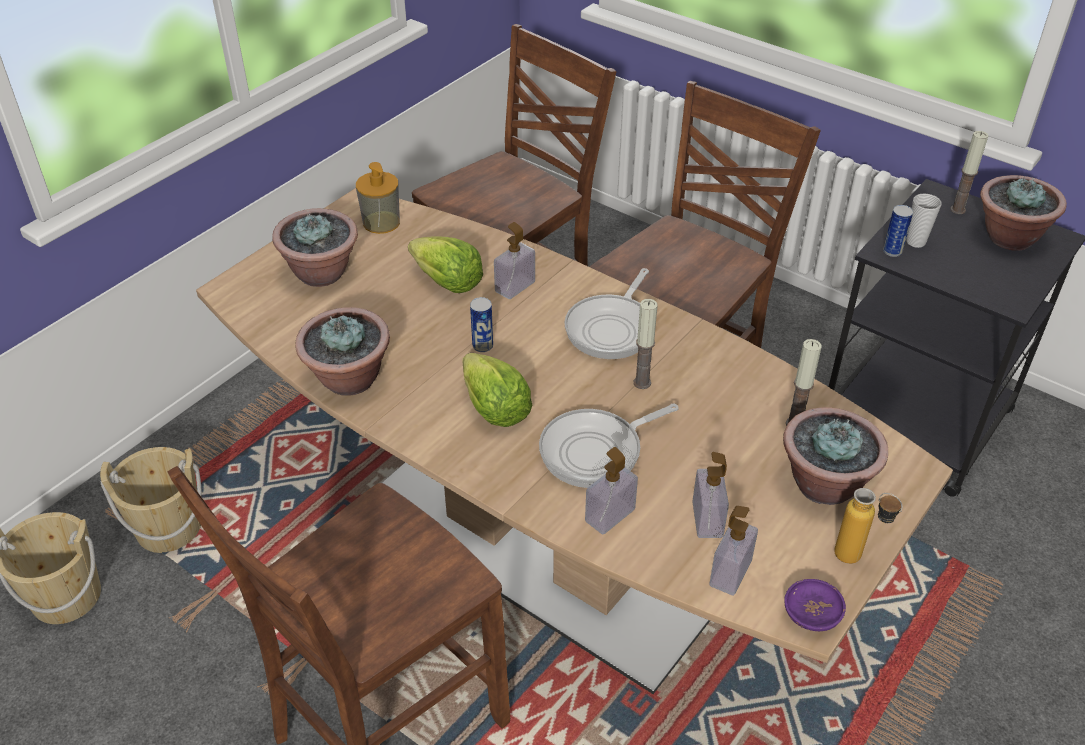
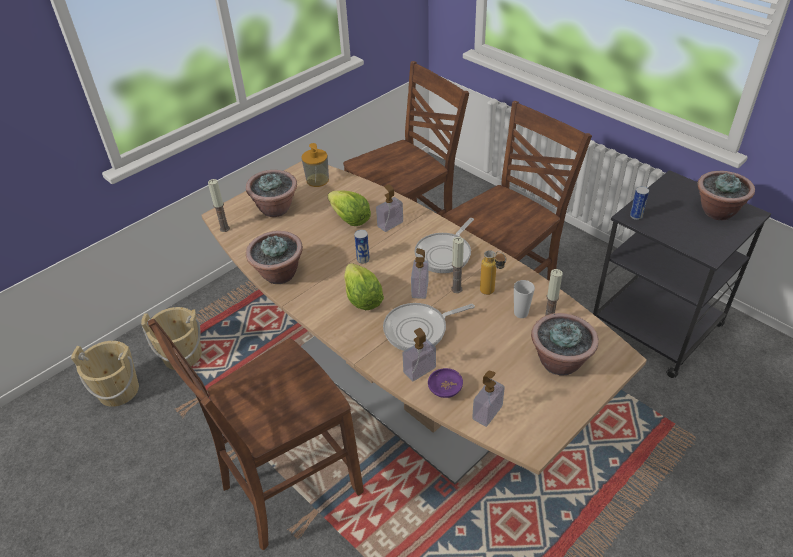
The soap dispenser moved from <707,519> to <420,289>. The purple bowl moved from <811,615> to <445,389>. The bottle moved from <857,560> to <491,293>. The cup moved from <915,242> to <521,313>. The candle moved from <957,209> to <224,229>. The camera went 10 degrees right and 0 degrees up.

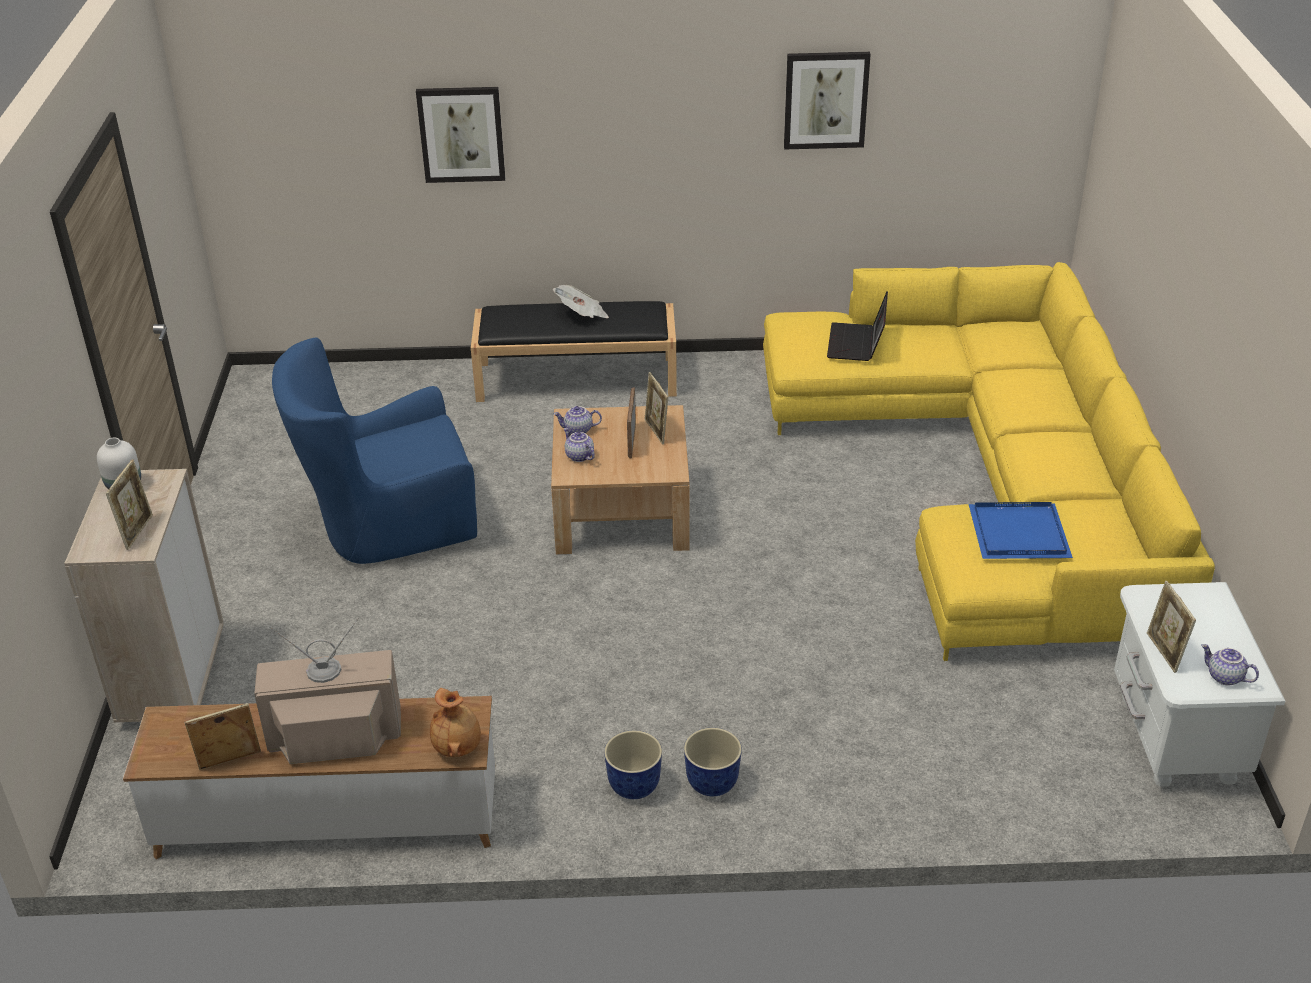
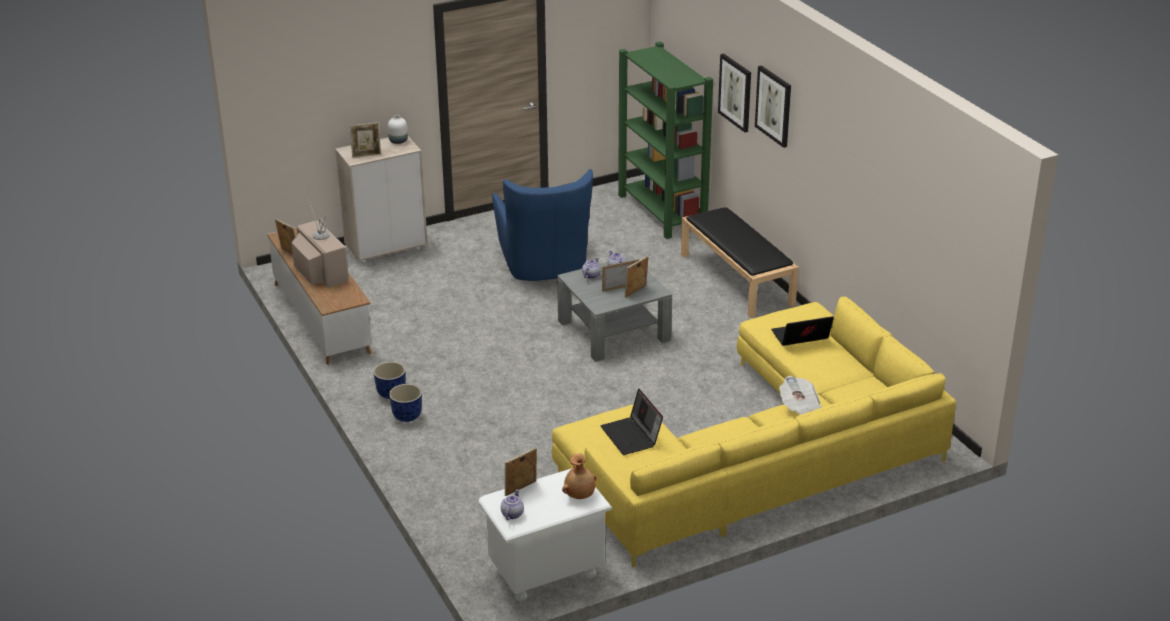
The green bookcase at <662,212> appeared. The brown vase moved from <458,747> to <580,495>. The newspaper moved from <582,315> to <799,408>. The picture moved from <825,100> to <774,106>. The blue tray at <1020,532> was replaced by the laptop at <632,436>. The brown coffee table at <621,511> became the grey coffee table at <613,330>. The blue armchair at <389,524> turned 150 degrees counterclockwise. The camera went 65 degrees right and 5 degrees down.

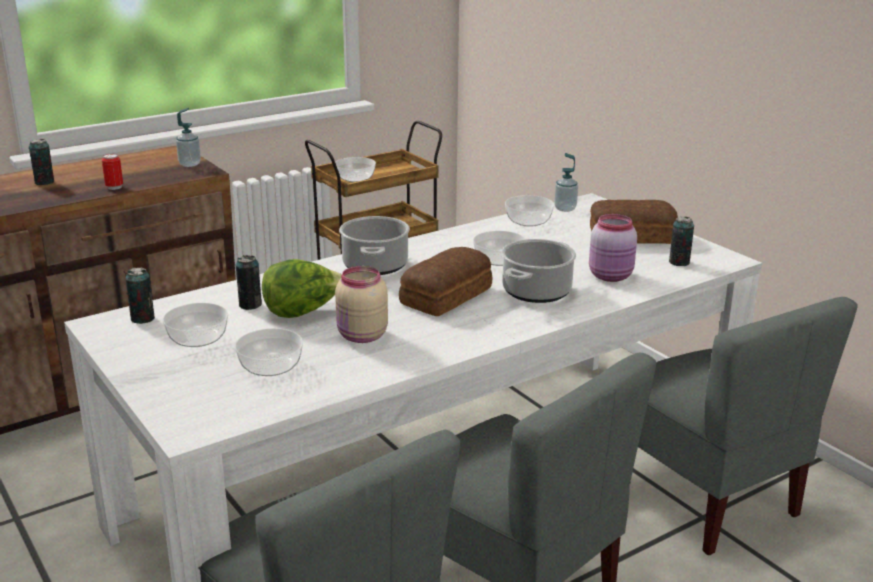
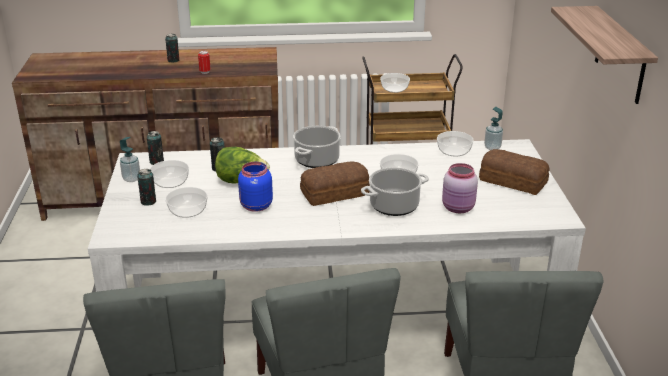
The shelf at <620,55> appeared. The soap dispenser moved from <189,164> to <131,179>. The can moved from <679,262> to <148,202>. The beige jar at <361,336> became the blue jar at <255,206>. The camera went 30 degrees right and 5 degrees up.

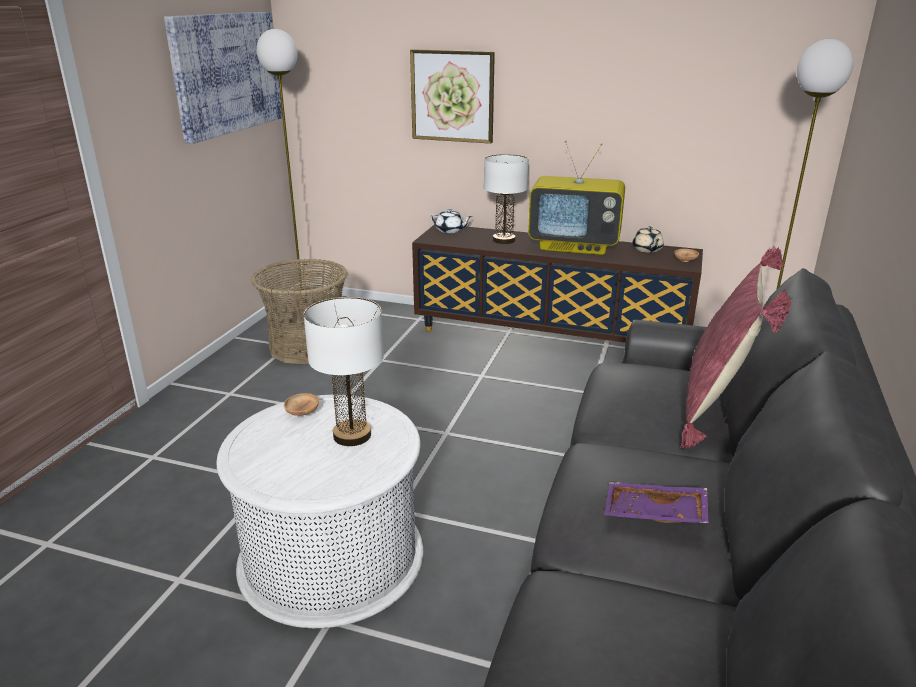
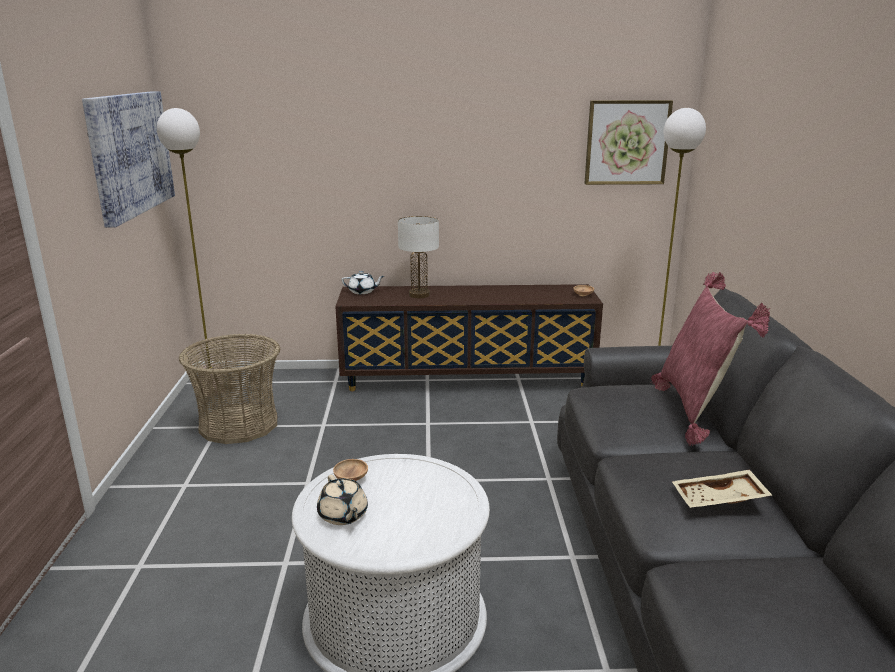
The table lamp at <352,435> disappeared. The television at <575,246> disappeared. The picture moved from <452,96> to <627,142>. The beige teapot moved from <647,250> to <343,515>. The purple tray at <654,515> became the beige tray at <719,500>. The camera went 20 degrees left and 5 degrees down.

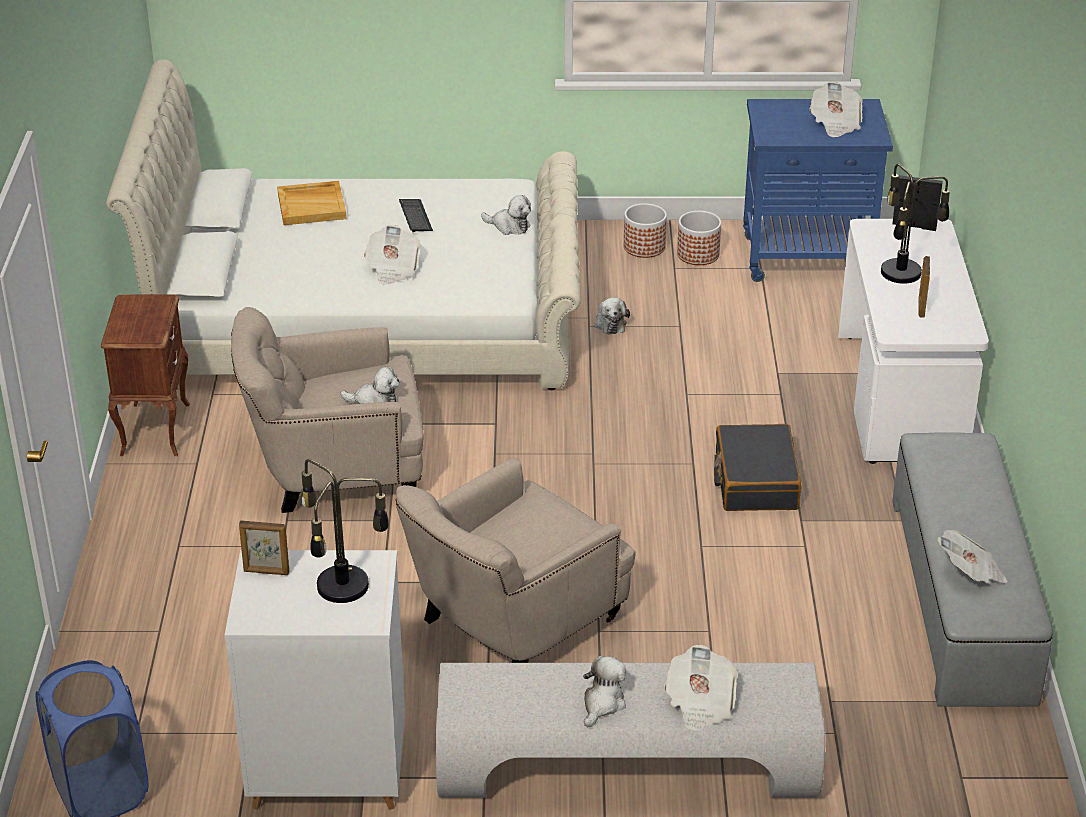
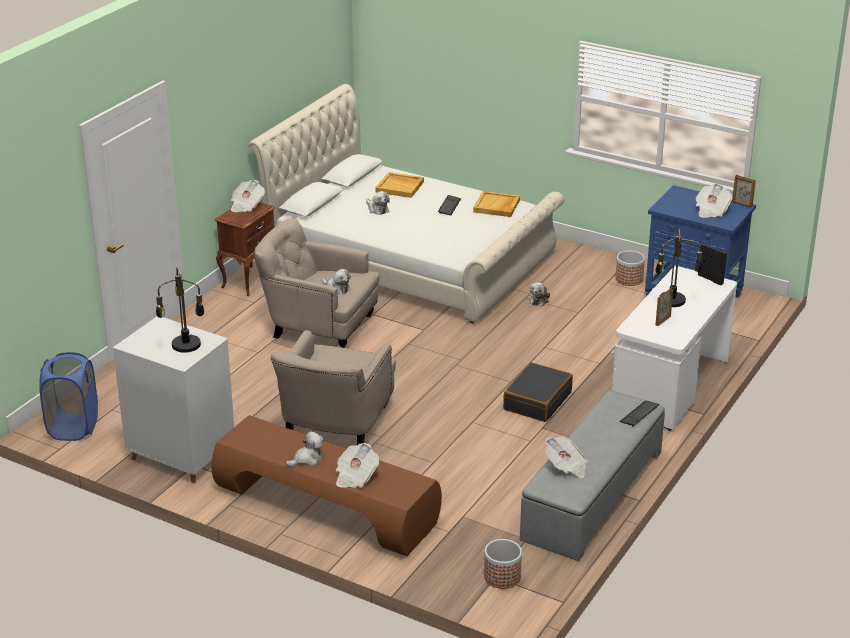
The beige tray at <497,206> appeared. The keyboard at <639,414> appeared. The picture frame moved from <266,572> to <742,204>. The newspaper moved from <392,269> to <246,205>. The plush toy moved from <509,226> to <377,209>. The planter moved from <644,247> to <502,576>. The grey bench at <626,763> became the brown bench at <325,505>. The beige armchair at <513,624> turned 60 degrees counterclockwise. The camera went 30 degrees right and 5 degrees down.

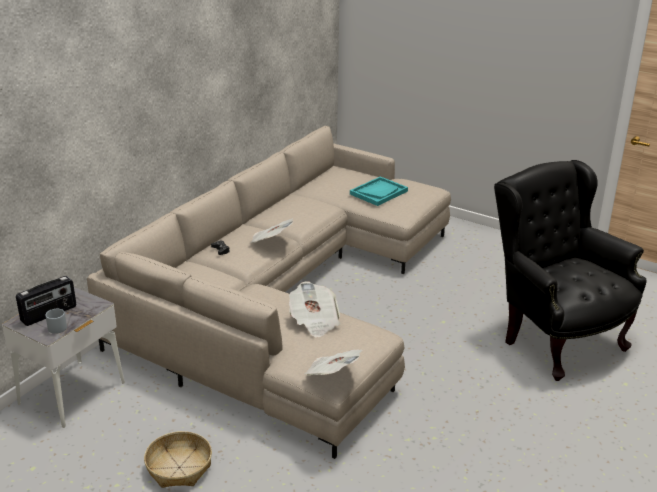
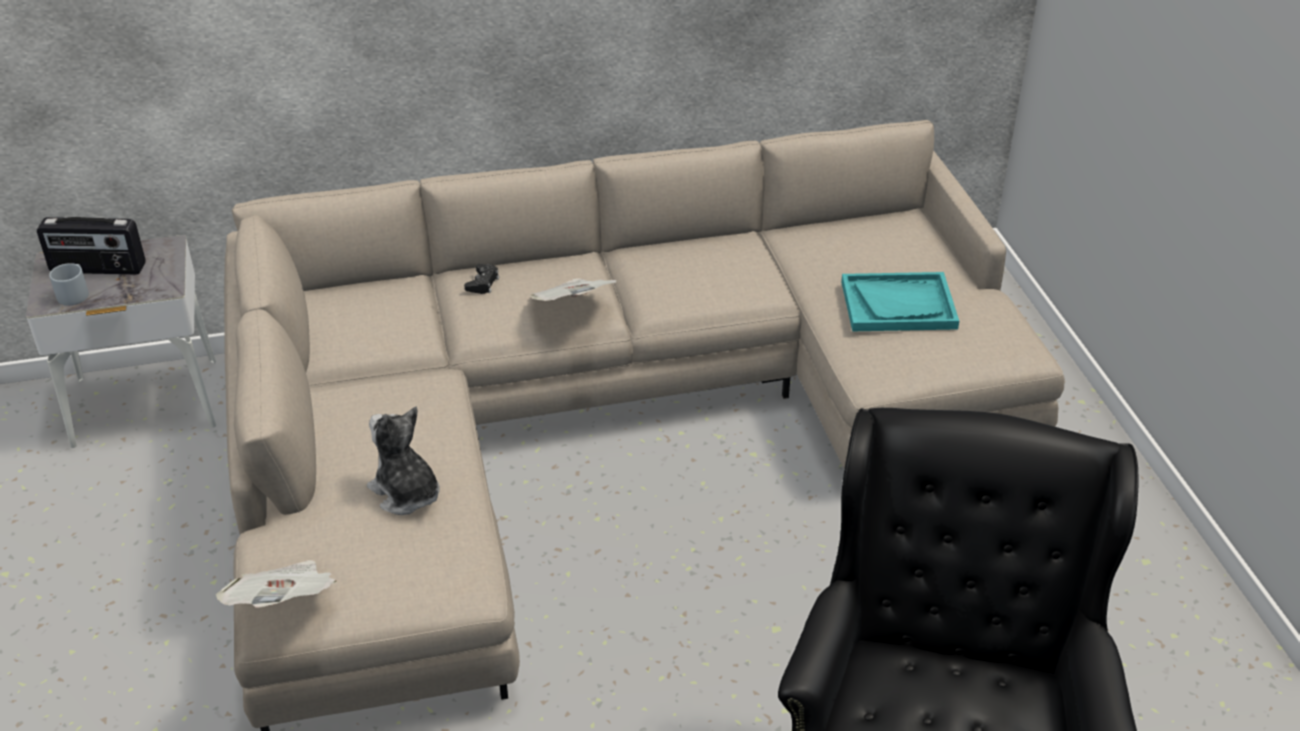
The basket at <179,467> disappeared. The newspaper at <314,321> was replaced by the plush toy at <406,493>. The camera went 45 degrees right and 10 degrees up.

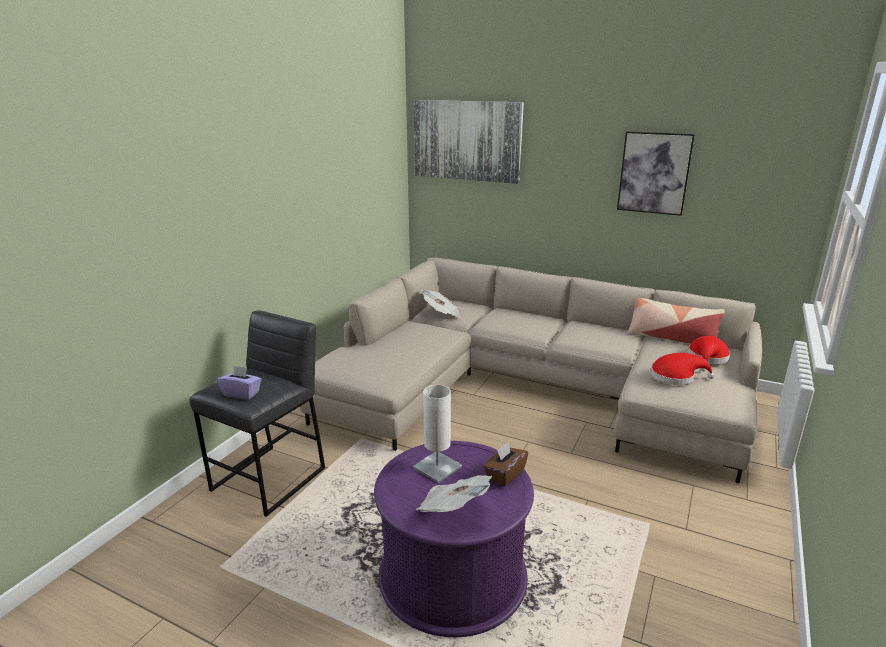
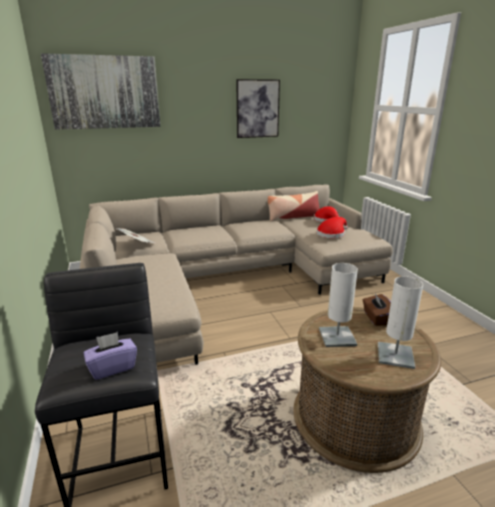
The newspaper at <453,509> was replaced by the white table lamp at <395,355>. The purple coffee table at <453,574> became the brown coffee table at <355,417>. The camera went 45 degrees left and 0 degrees up.

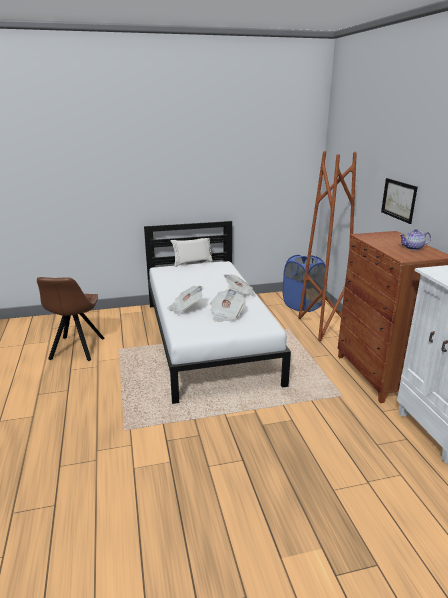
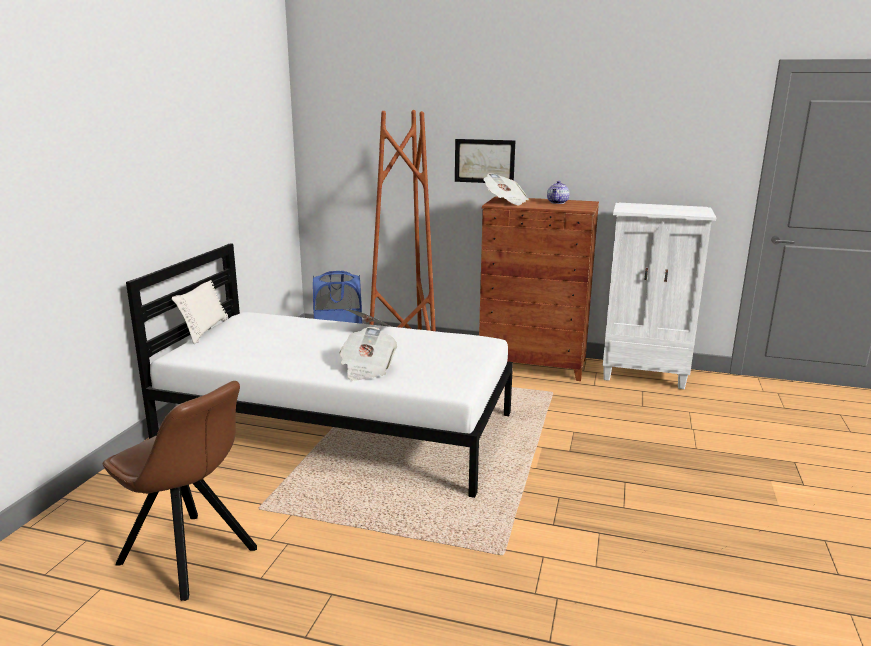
The newspaper moved from <226,315> to <505,202>. The camera went 60 degrees left and 5 degrees down.

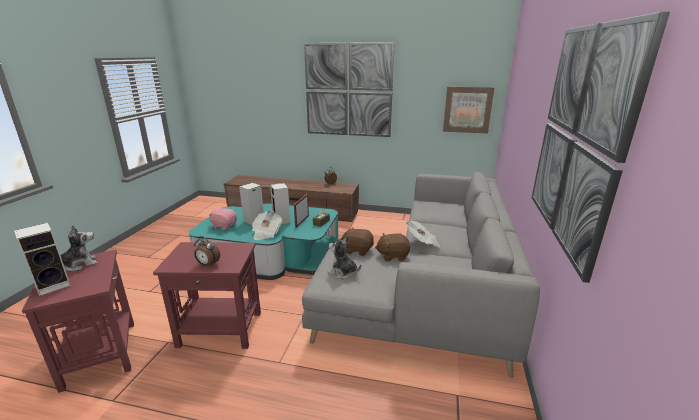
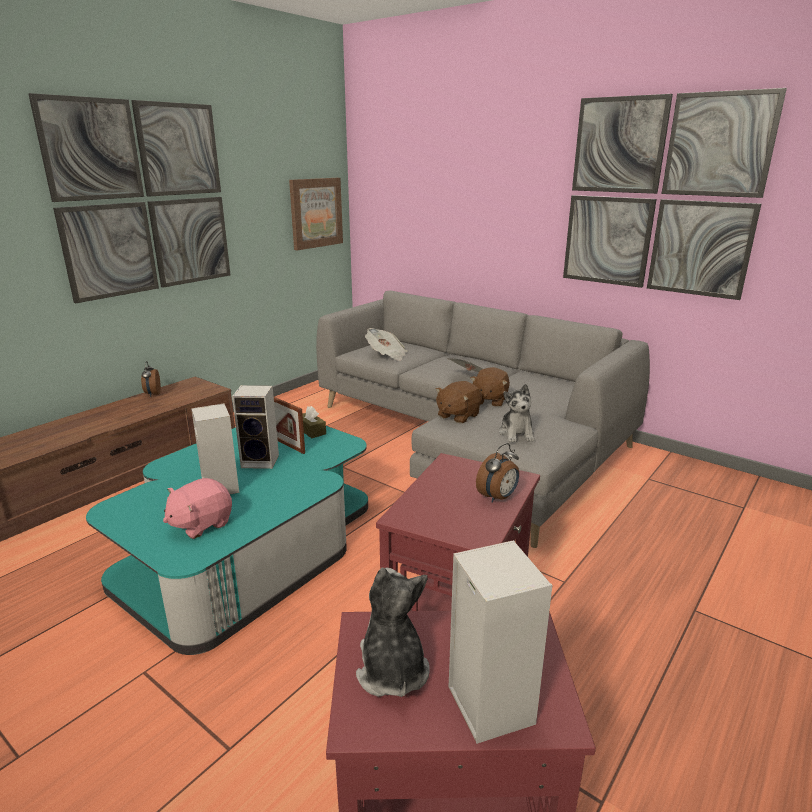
The newspaper moved from <266,233> to <386,355>. The plush toy at <343,273> turned 60 degrees counterclockwise. The camera went 65 degrees left and 0 degrees up.

